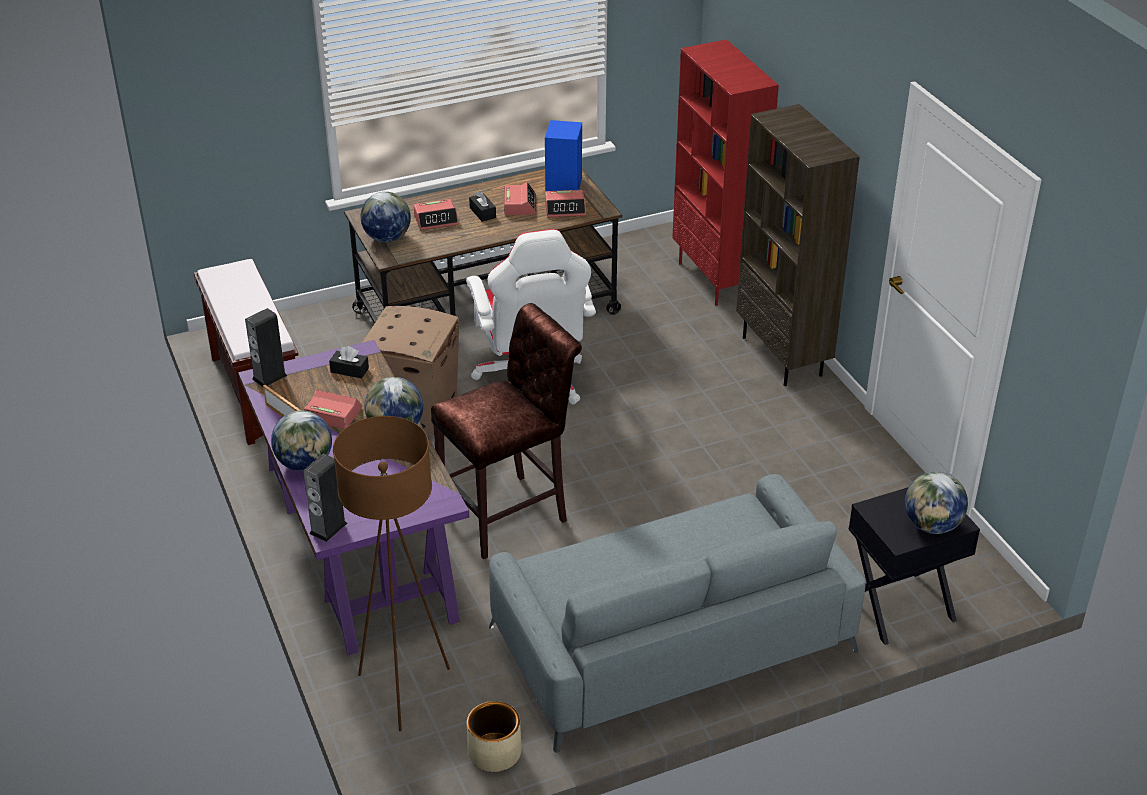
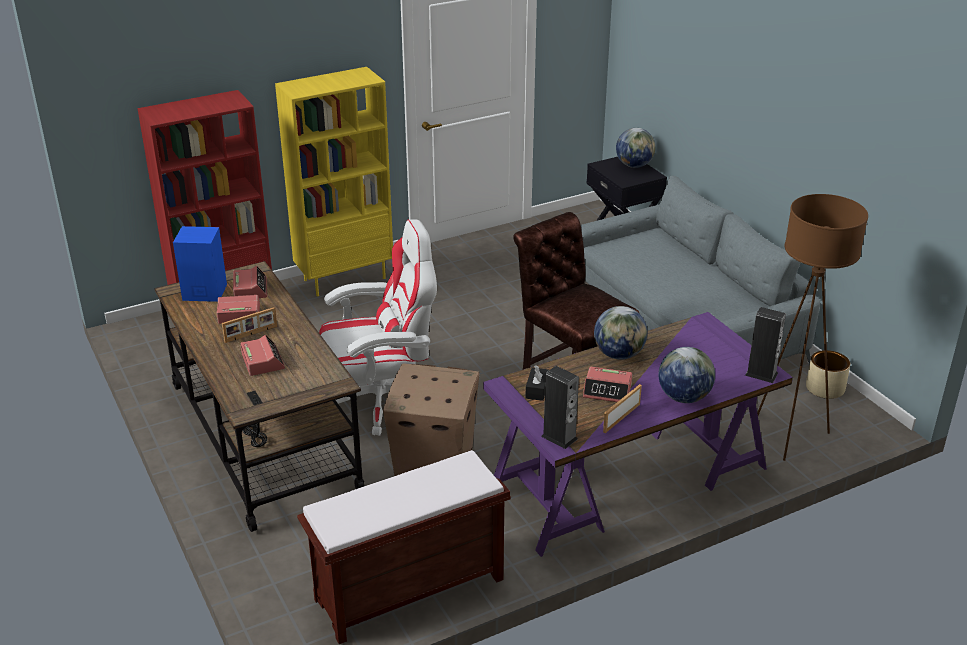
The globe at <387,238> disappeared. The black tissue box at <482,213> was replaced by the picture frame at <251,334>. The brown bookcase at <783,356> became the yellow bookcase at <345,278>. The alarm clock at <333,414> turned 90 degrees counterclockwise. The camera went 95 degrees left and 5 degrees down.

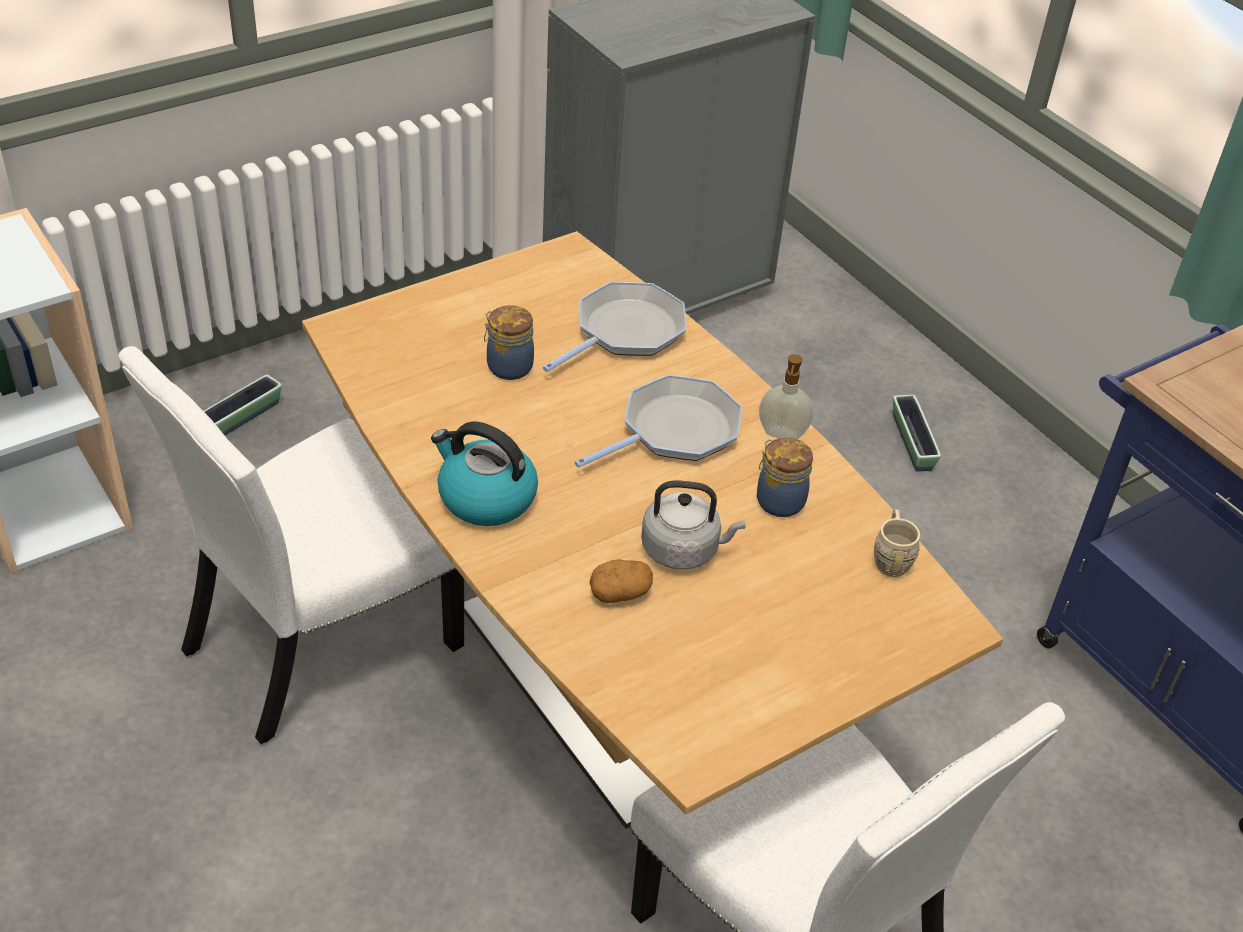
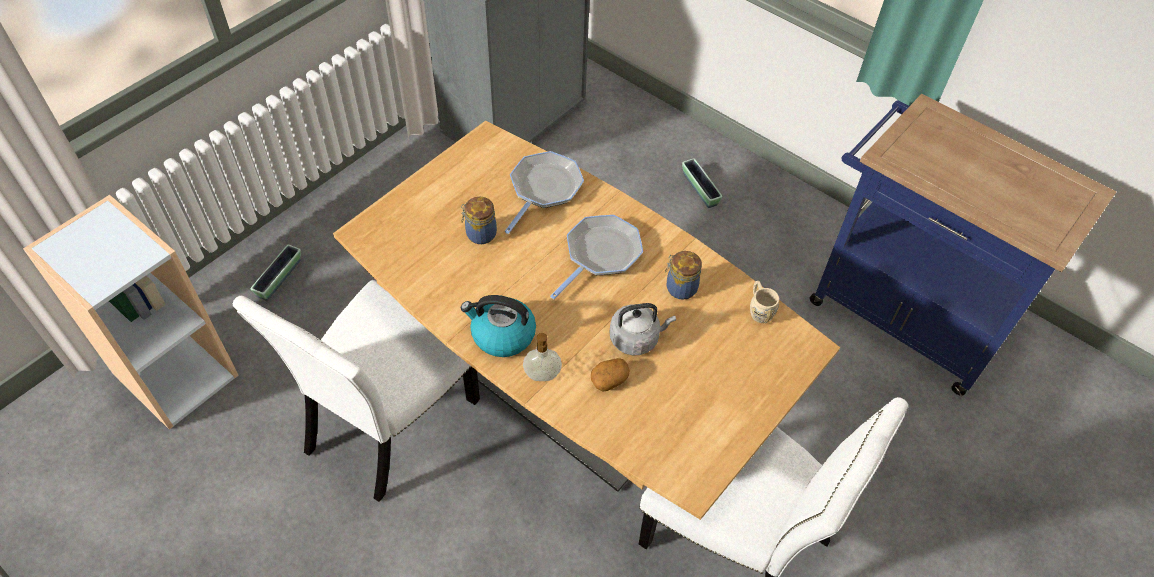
The soap dispenser moved from <781,435> to <542,376>. The camera went 15 degrees left and 10 degrees up.

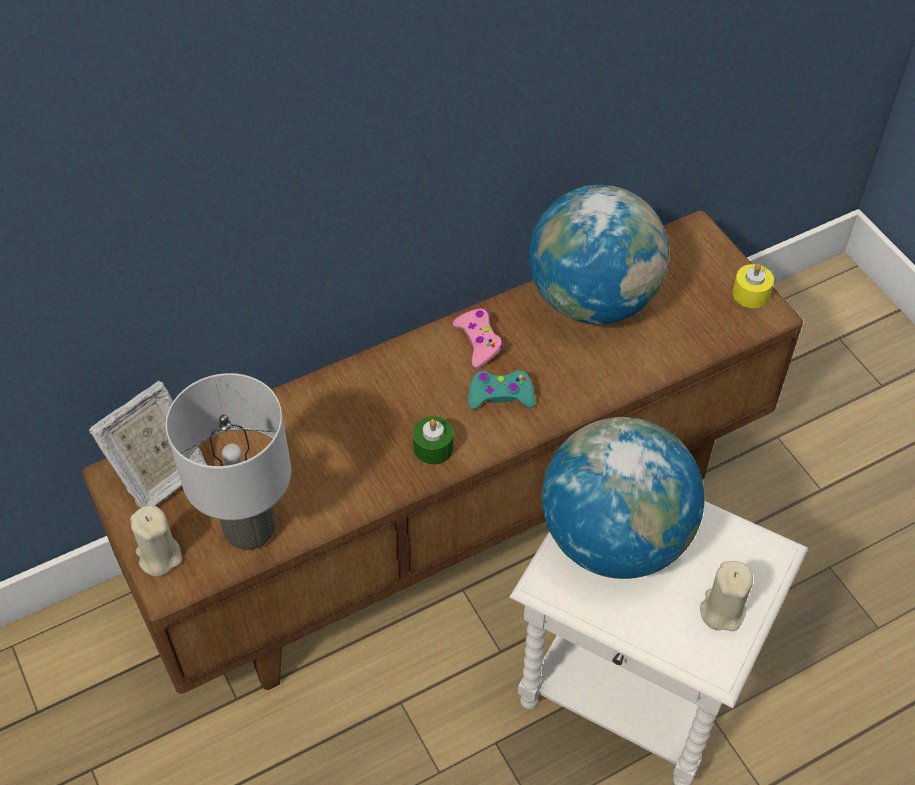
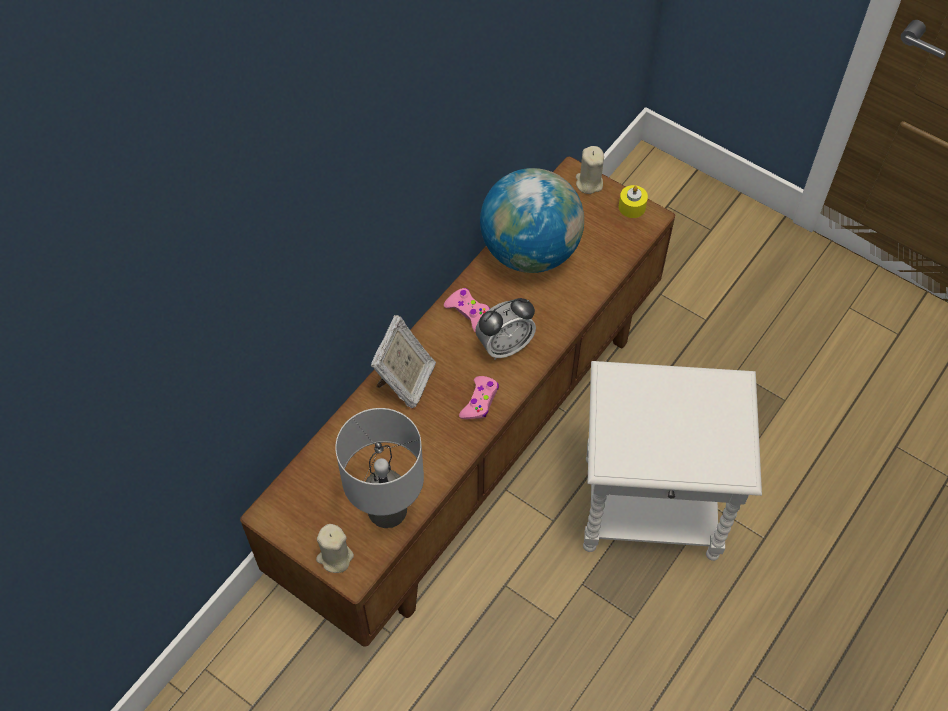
The globe at <615,538> disappeared. The picture frame moved from <159,475> to <405,382>. The beige candle moved from <722,610> to <589,183>. The green candle at <433,447> was replaced by the pink game controller at <480,401>. The turquoise game controller at <500,395> was replaced by the alarm clock at <504,346>. The camera went 25 degrees left and 5 degrees up.

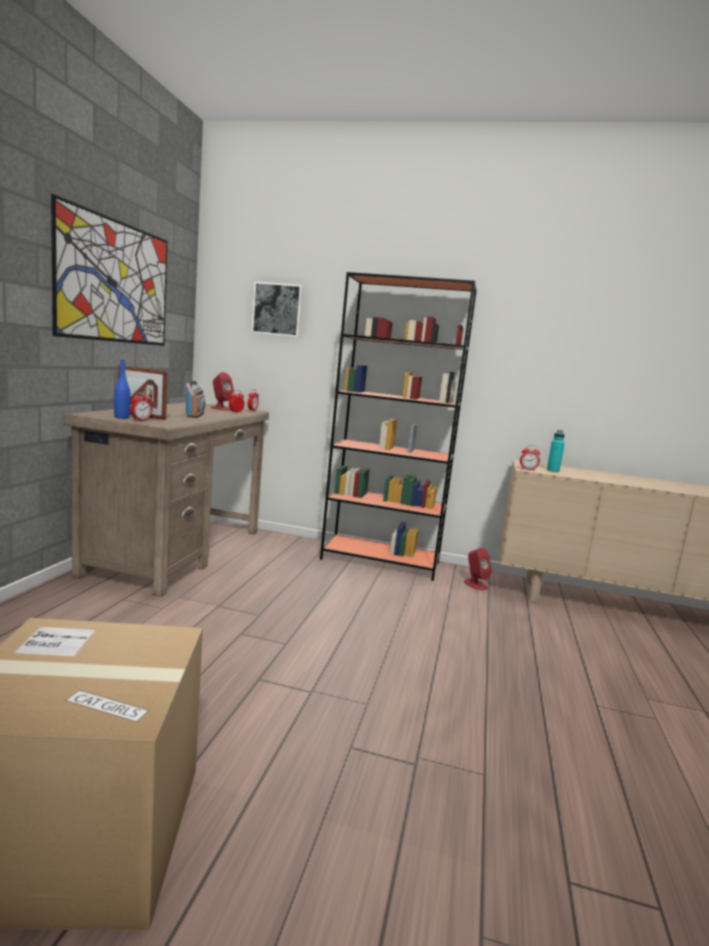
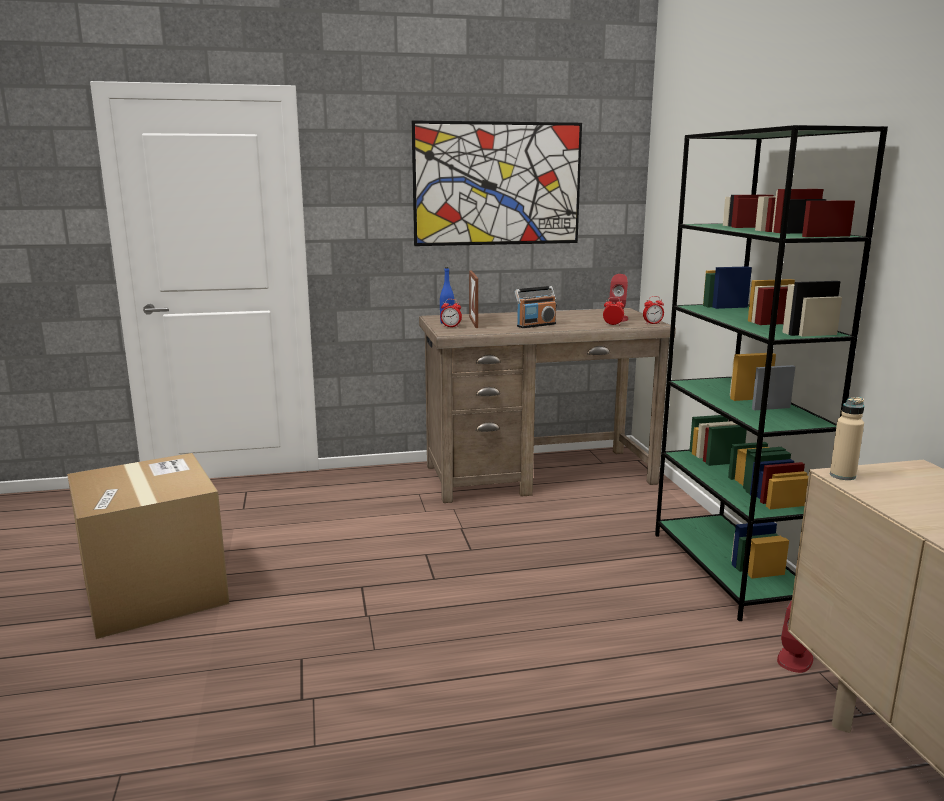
The picture at <278,309> disappeared. The turquoise bottle at <553,471> disappeared. The alarm clock at <528,469> was replaced by the beige bottle at <842,476>. The orange bookcase at <381,561> became the green bookcase at <730,570>. The camera went 65 degrees right and 5 degrees up.

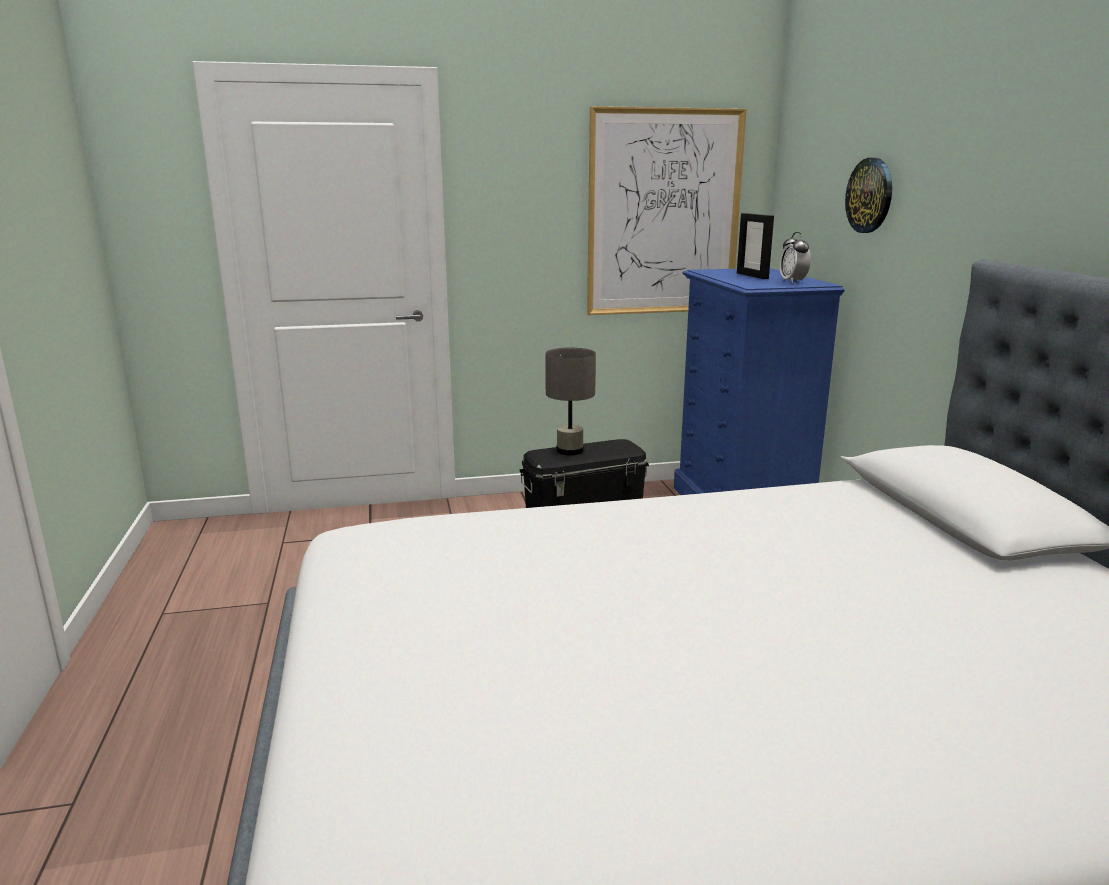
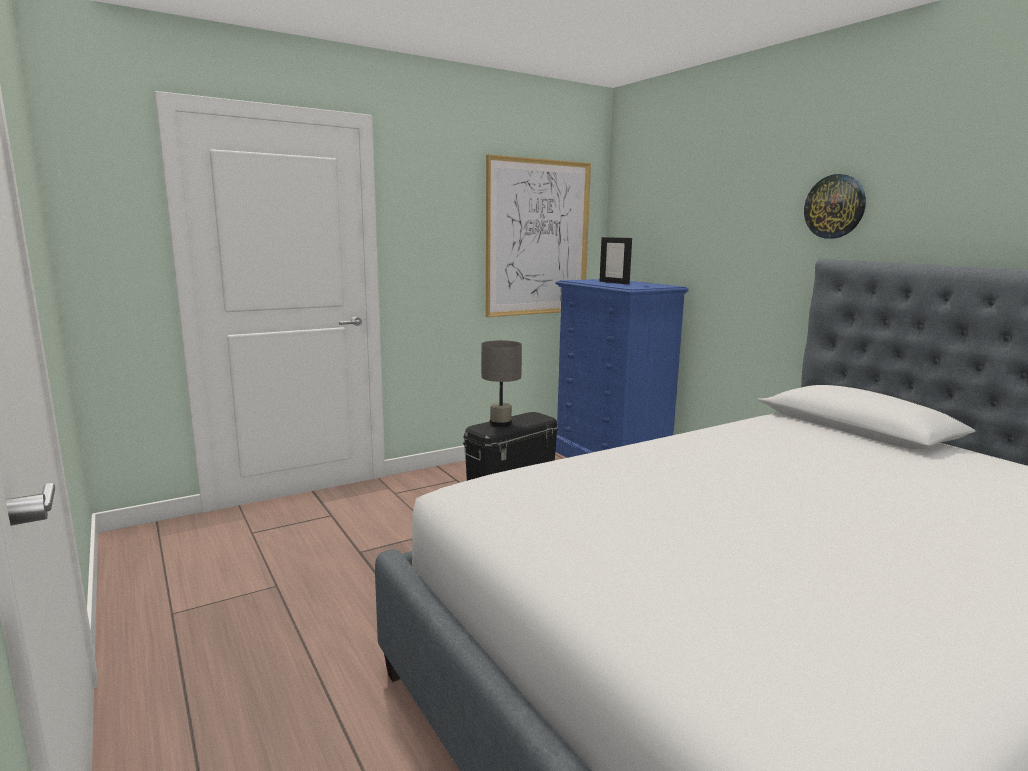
The alarm clock at <793,281> disappeared. The wall clock moved from <870,195> to <835,206>. The camera went 20 degrees left and 5 degrees down.

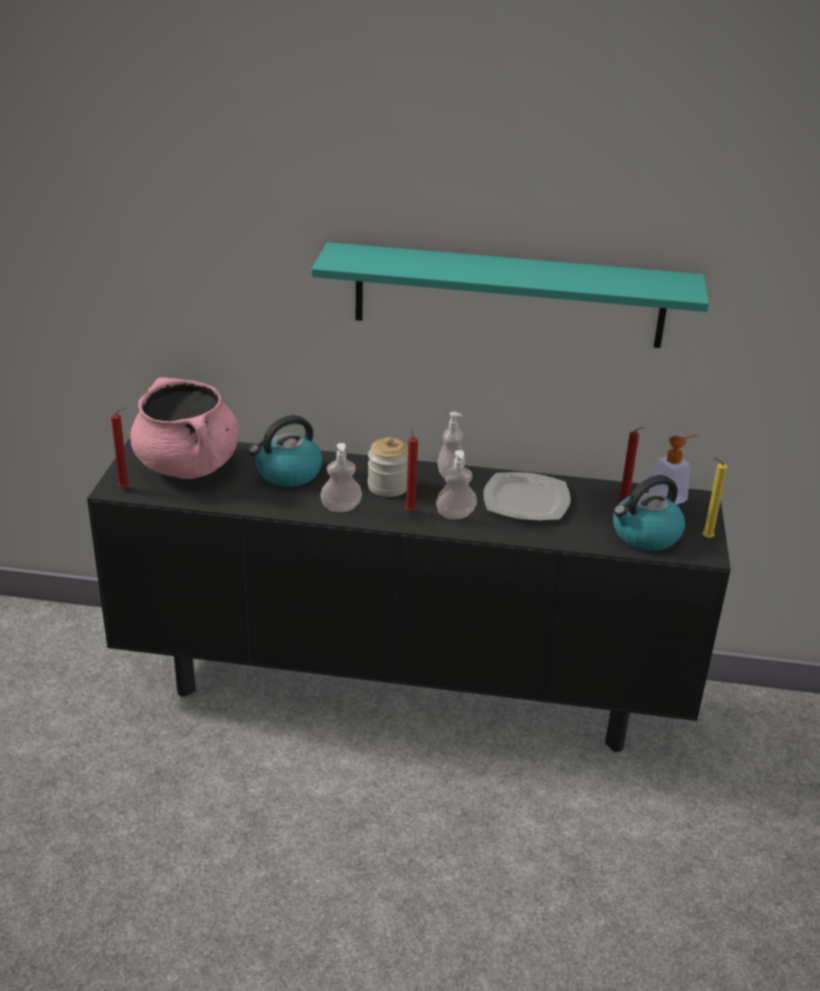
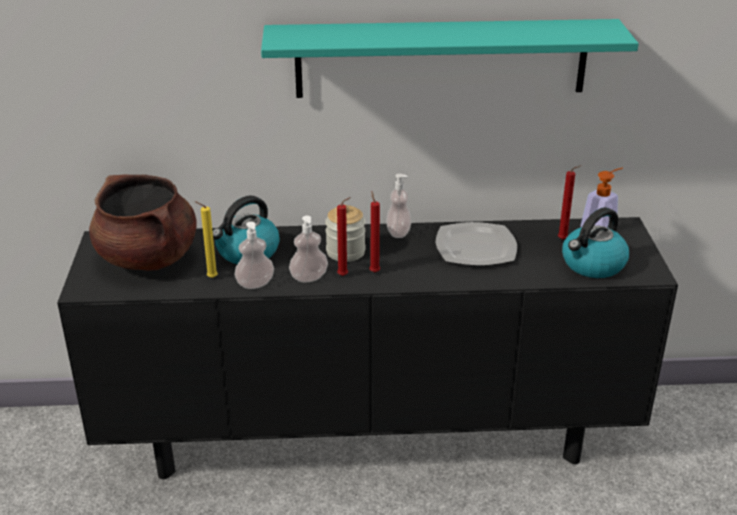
The red candle moved from <126,488> to <344,275>. The soap dispenser moved from <455,515> to <255,284>. The yellow candle moved from <705,538> to <210,278>. The pink cooking pot at <188,466> became the brown cooking pot at <148,258>. The camera went 10 degrees left and 0 degrees up.

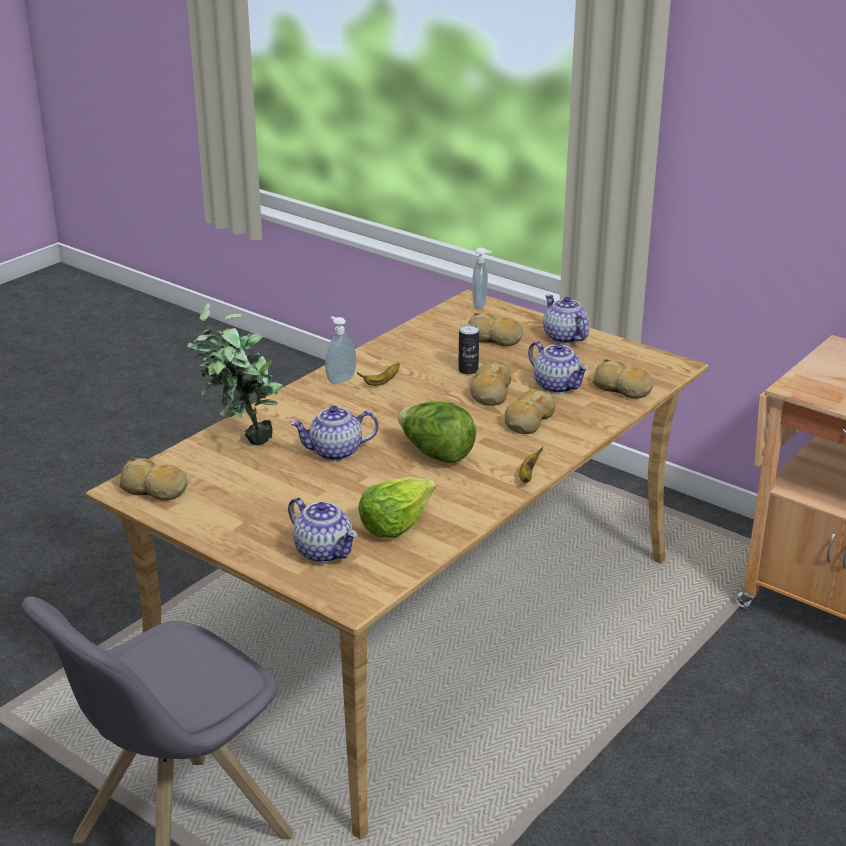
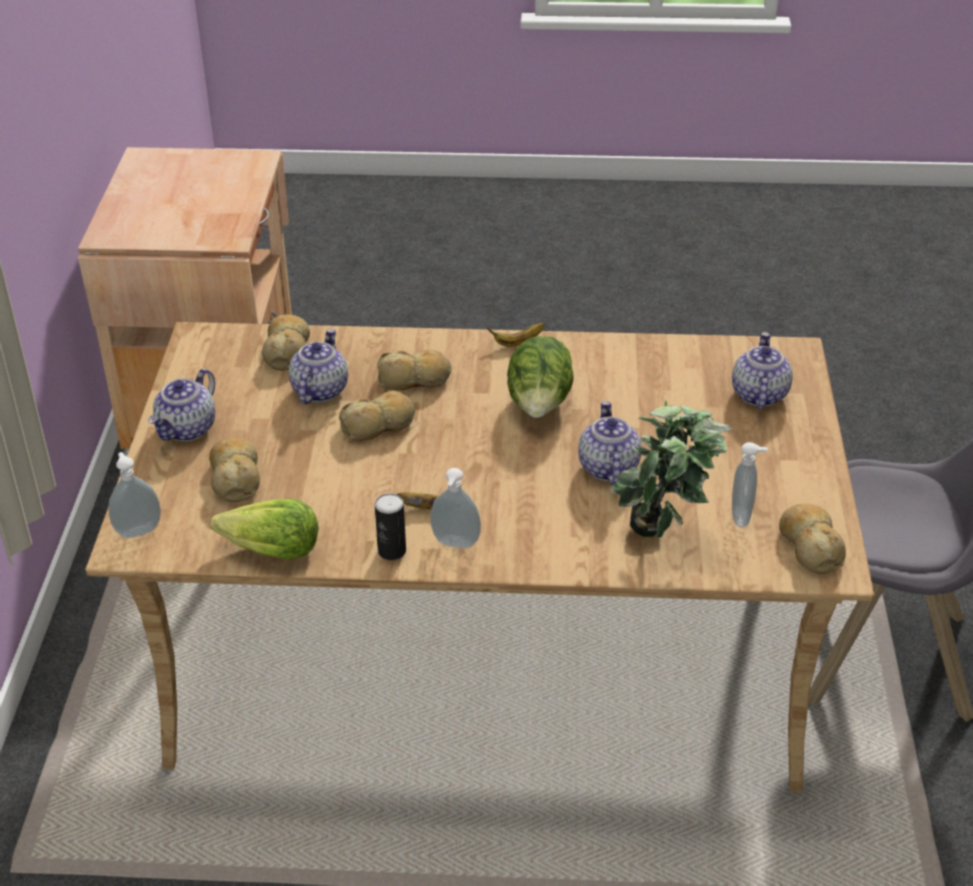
The soap dispenser at <743,517> appeared. The lettuce moved from <395,524> to <271,551>. The can moved from <468,370> to <392,551>. The teapot at <335,452> turned 135 degrees counterclockwise. The camera went 125 degrees left and 10 degrees up.

